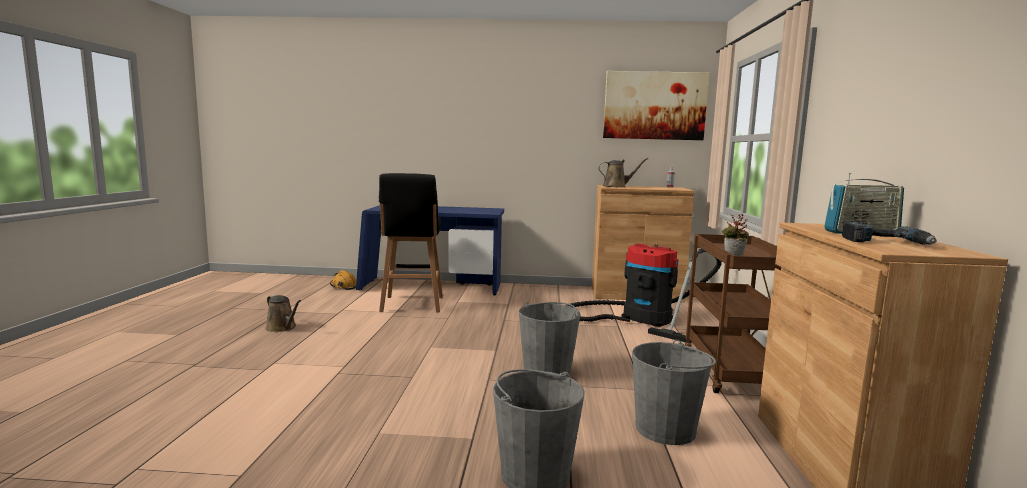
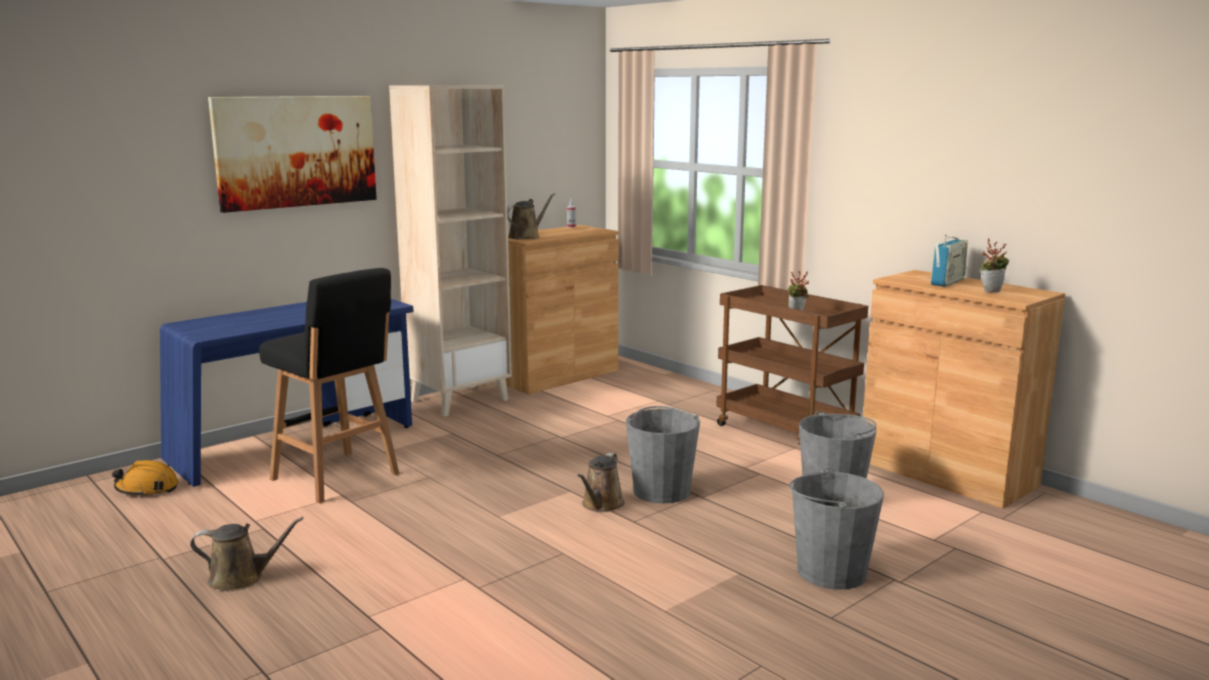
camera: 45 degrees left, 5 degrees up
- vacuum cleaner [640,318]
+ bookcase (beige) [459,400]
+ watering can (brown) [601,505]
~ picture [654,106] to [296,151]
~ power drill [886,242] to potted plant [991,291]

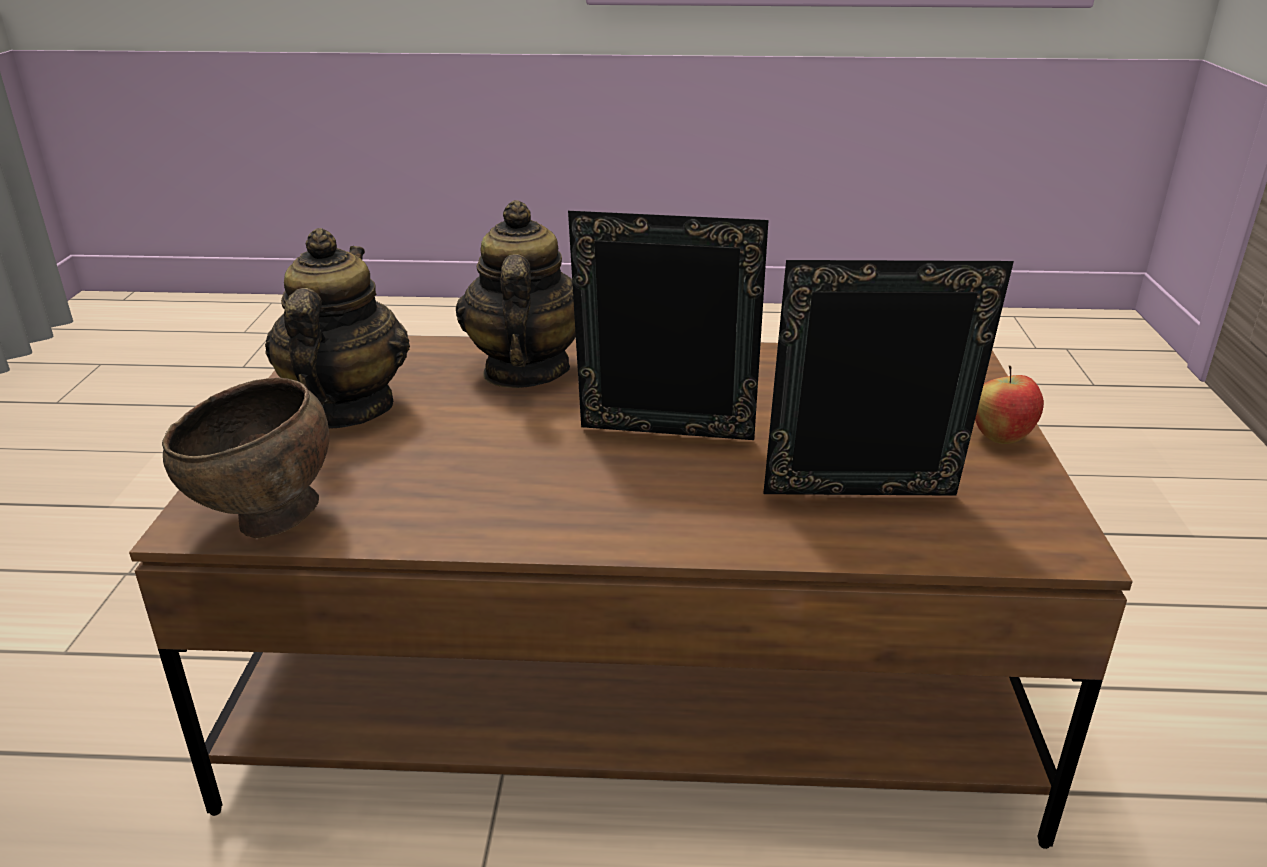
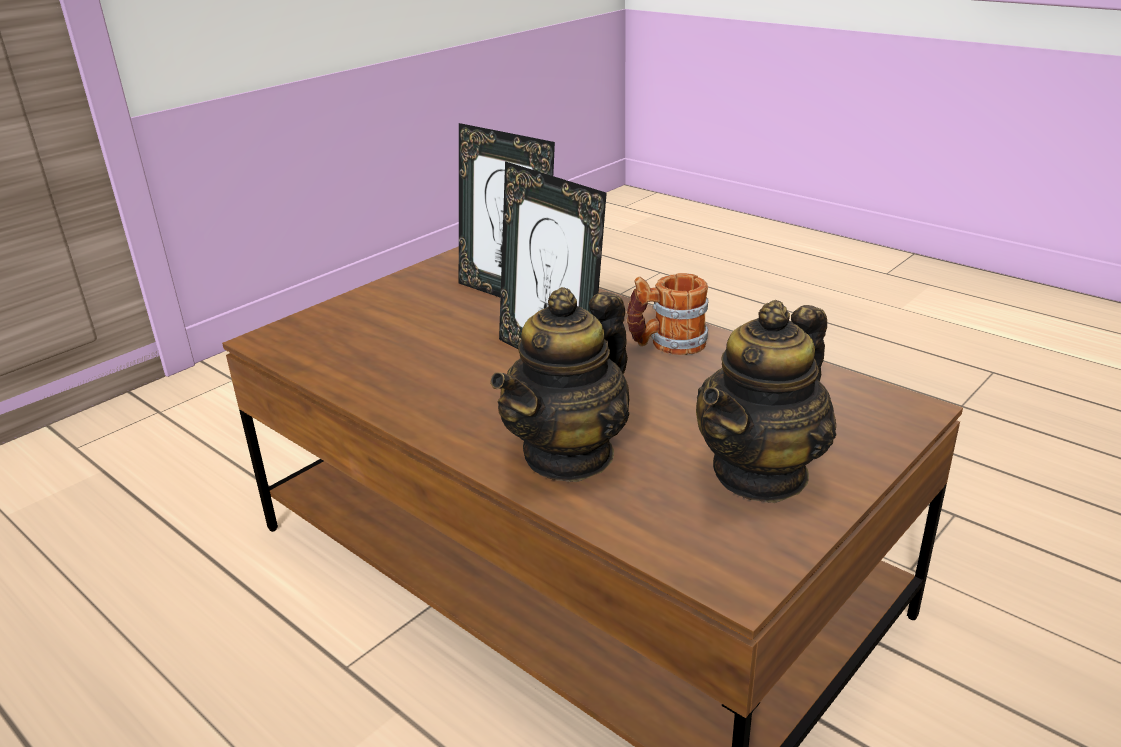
camera: 140 degrees left, 0 degrees up
- bowl (brown) [267,522]
- apple [1001,438]
+ mug [667,344]

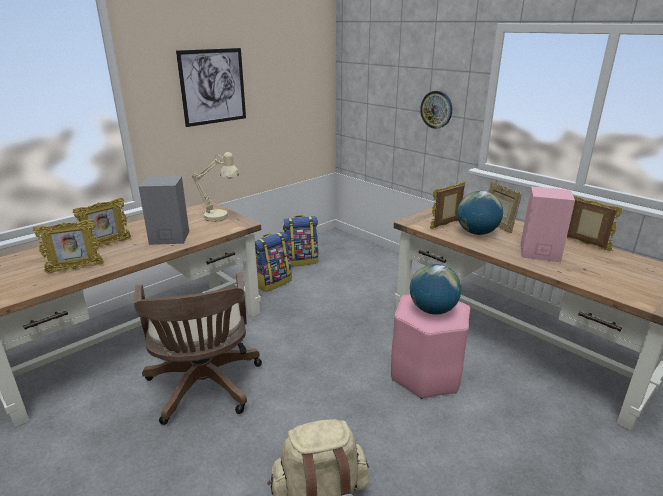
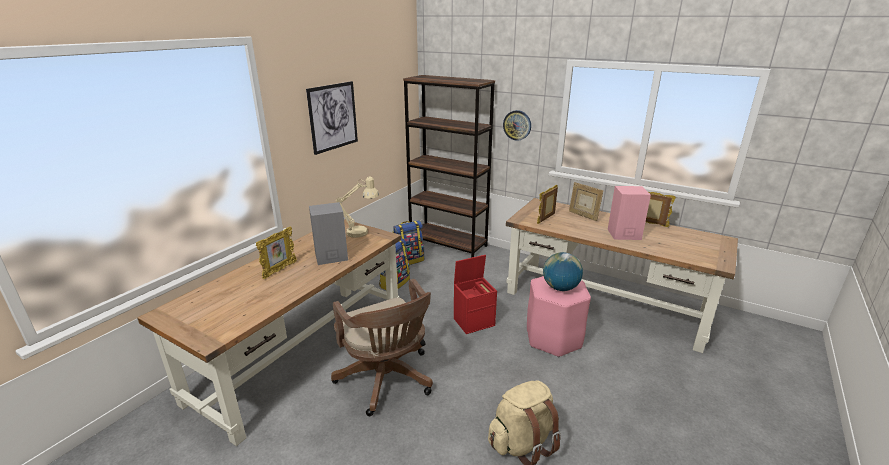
camera: 15 degrees left, 0 degrees up
- picture frame [75,268]
- globe [476,233]
+ bookcase (brown) [448,243]
+ storage box (red) [474,321]

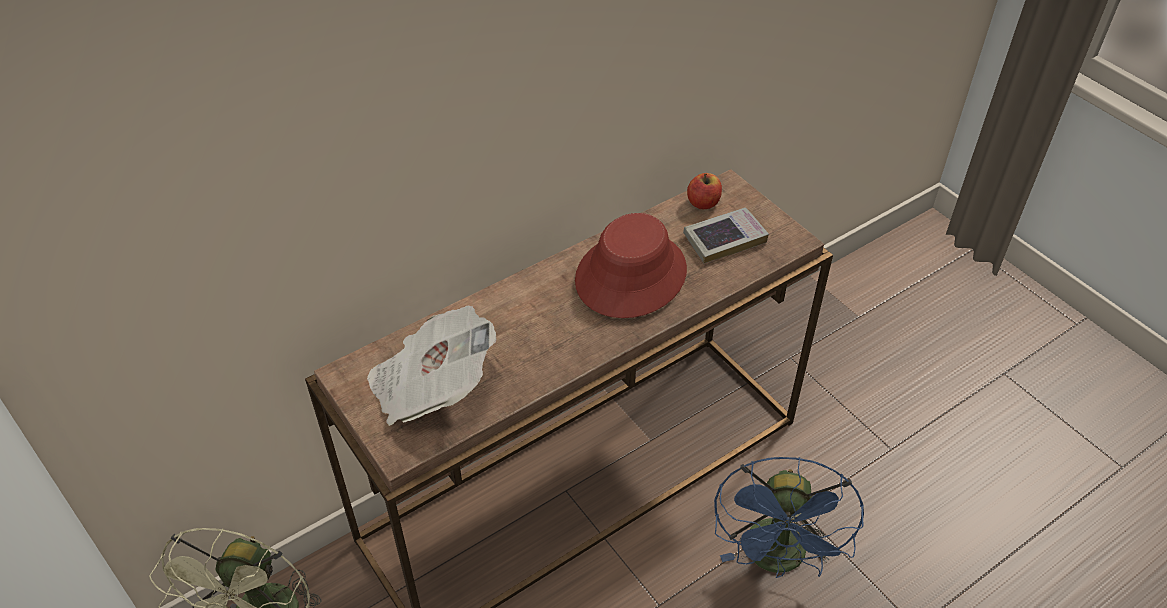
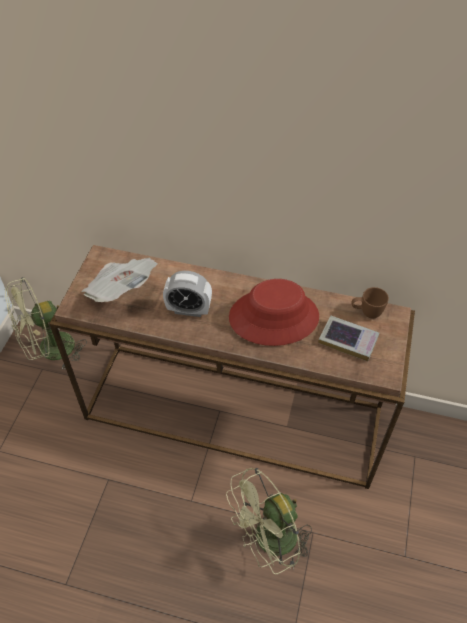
camera: 50 degrees right, 5 degrees up
+ alarm clock [189,310]
~ apple [703,203] to mug (brown) [366,313]
~ fan (blue) [777,560] to fan (green) [268,542]

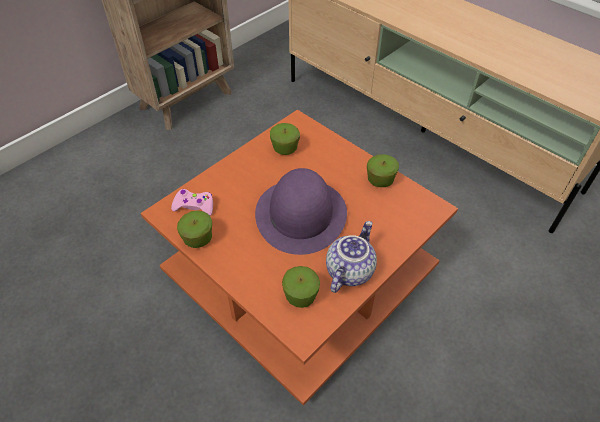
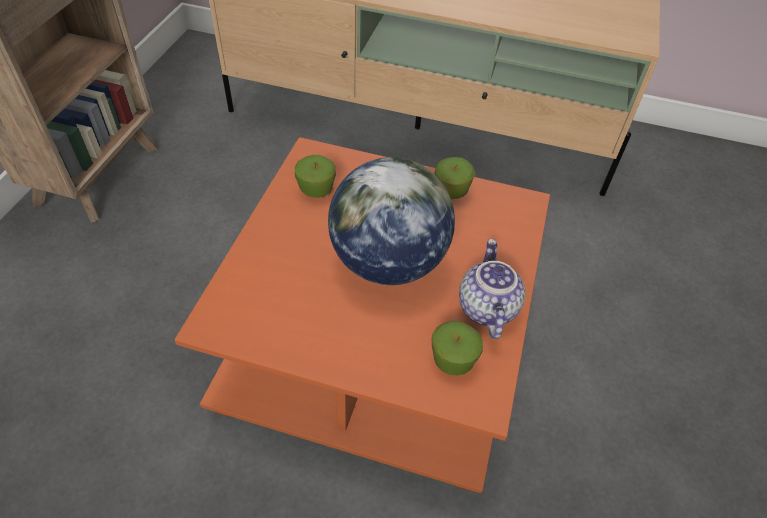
camera: 30 degrees left, 0 degrees up
- game controller (pink) [194,206]
- apple [198,239]
~ hat (purple) [300,214] to globe [387,262]

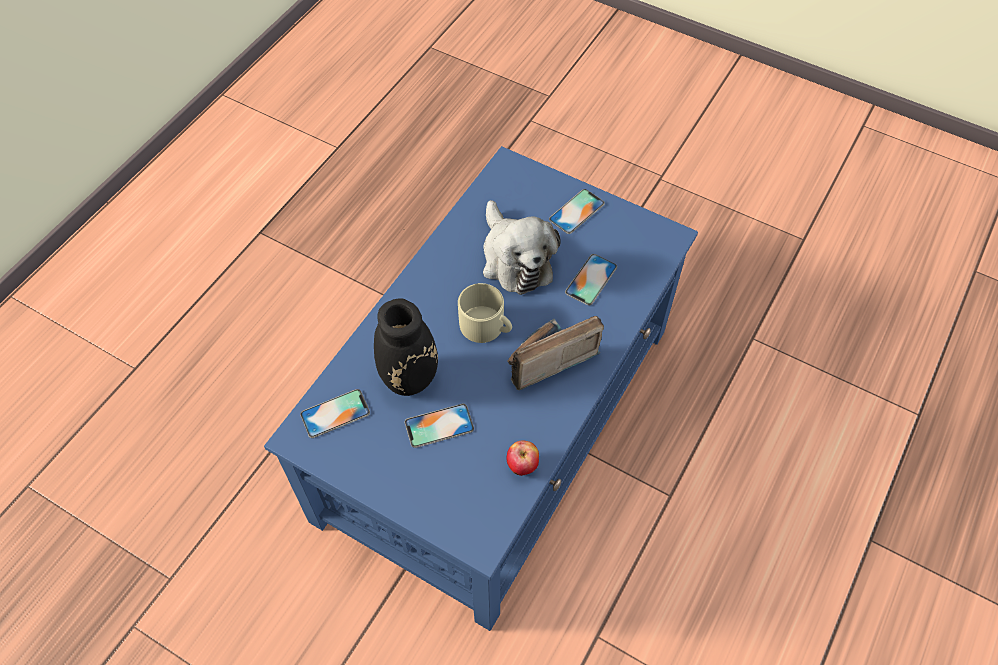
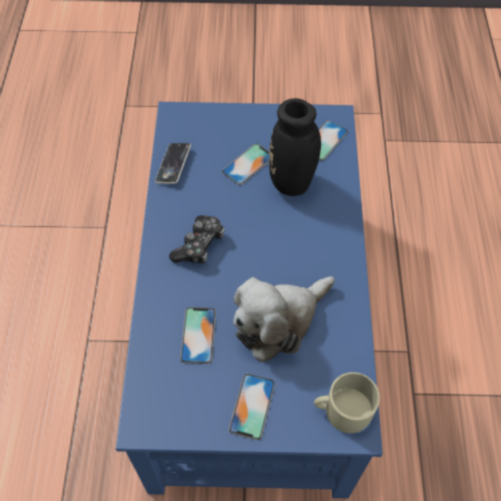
camera: 150 degrees right, 0 degrees up
~ mug (beige) [486,327] to [342,410]
~ radio [545,358] to game controller [199,245]
~ apple [522,466] to phone [173,165]
~ plush toy [515,259] = [279,321] 75 degrees counterclockwise

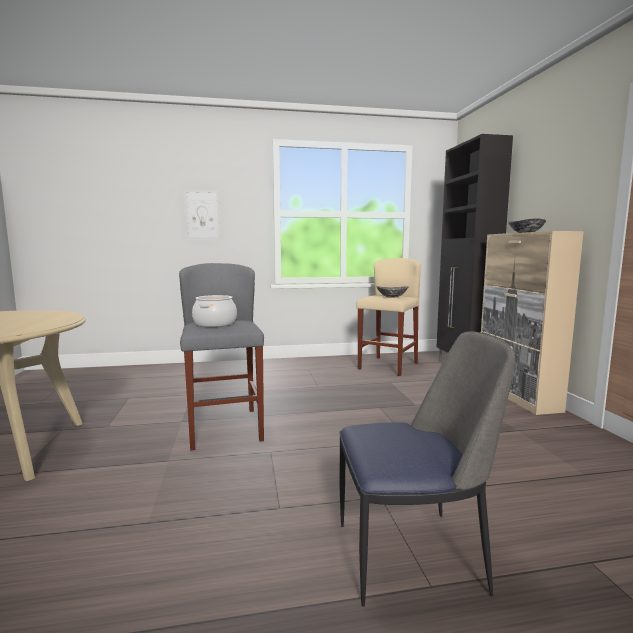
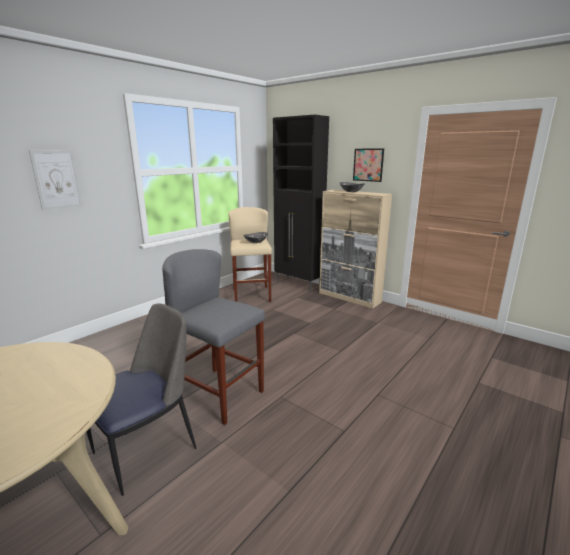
camera: 40 degrees left, 10 degrees up
- cooking pot [215,323]
+ picture [368,165]
~ chair [413,555] to [148,448]

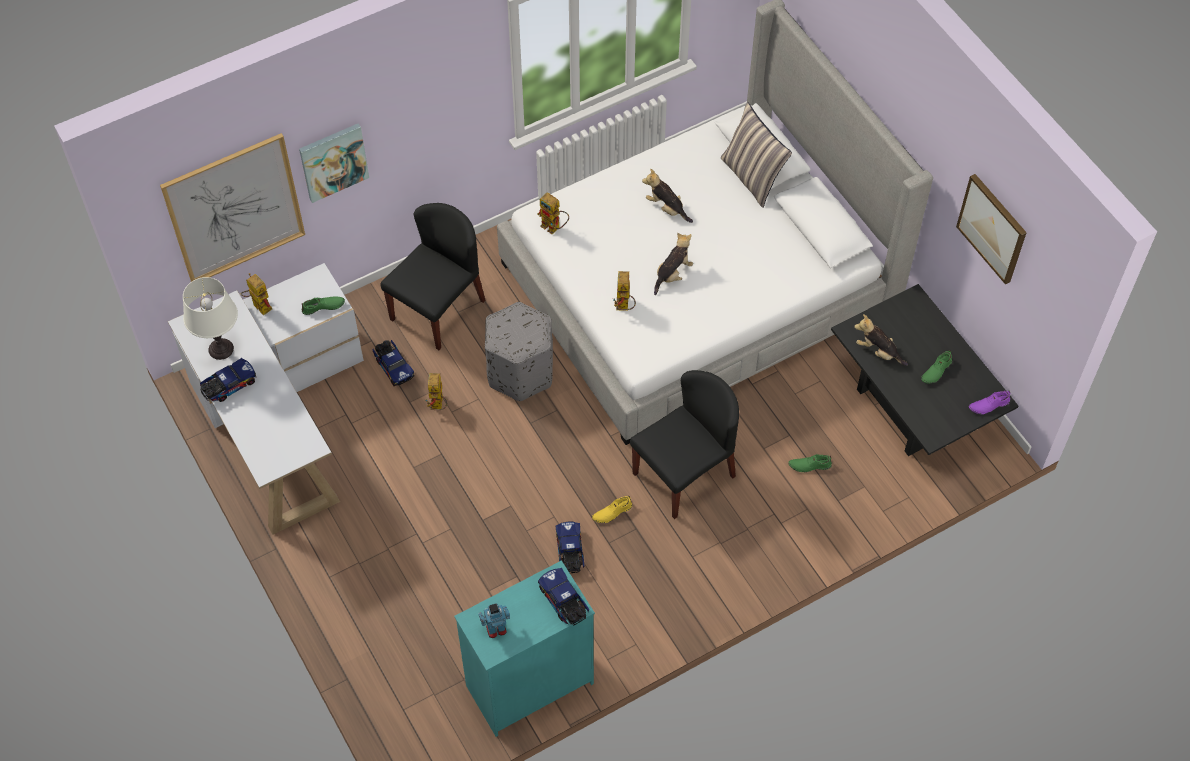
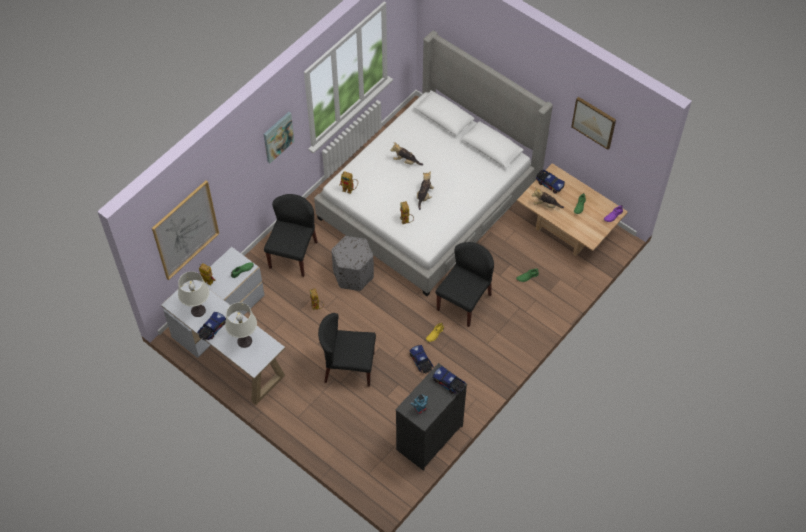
camera: 20 degrees left, 0 degrees up
- pillow [752,177]
+ table lamp (white) [244,341]
+ chair (black) [349,367]
~ picture [333,161] to [278,136]
~ toy truck [393,367] to [549,184]
~ dresser (turquoise) [529,684] to dresser (black) [429,437]
~ coffee table (black) [912,406] to coffee table (beige) [567,229]

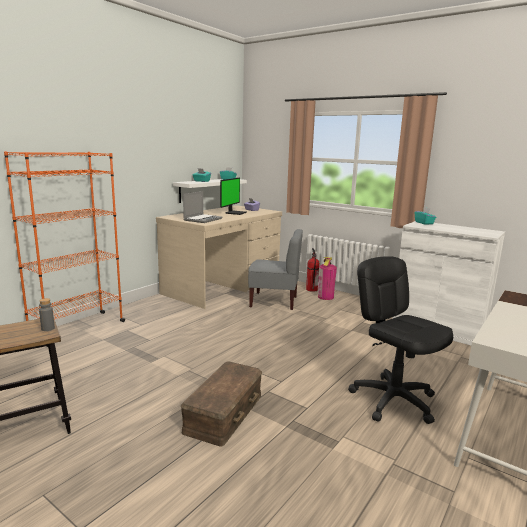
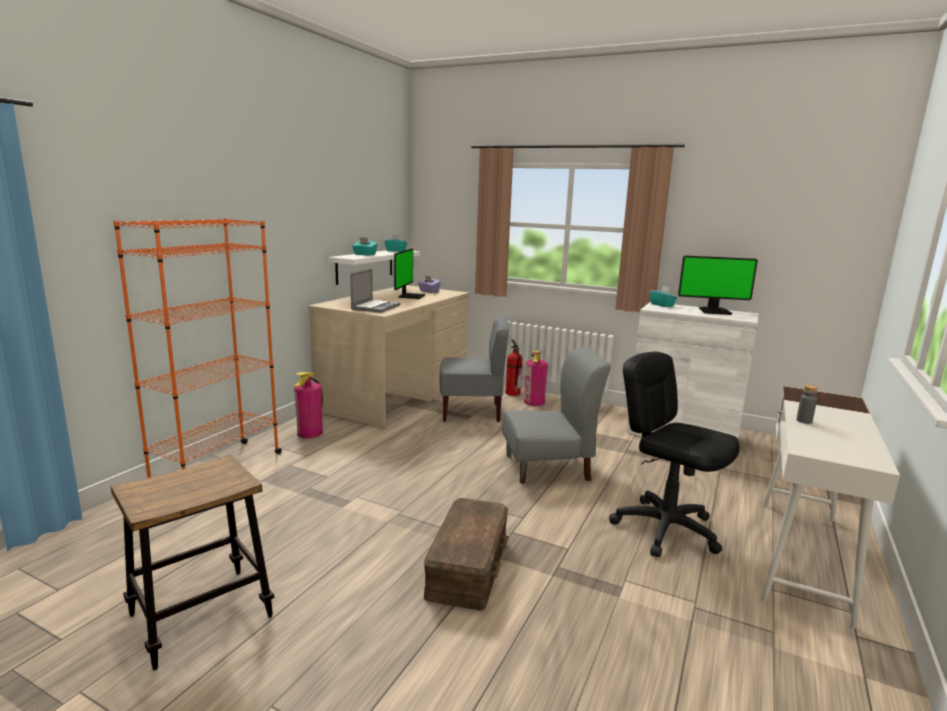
camera: 10 degrees left, 0 degrees up
+ fire extinguisher [310,433]
+ chair (grey) [548,467]
+ monitor [715,311]
~ bottle (grey) [48,328] to [804,421]

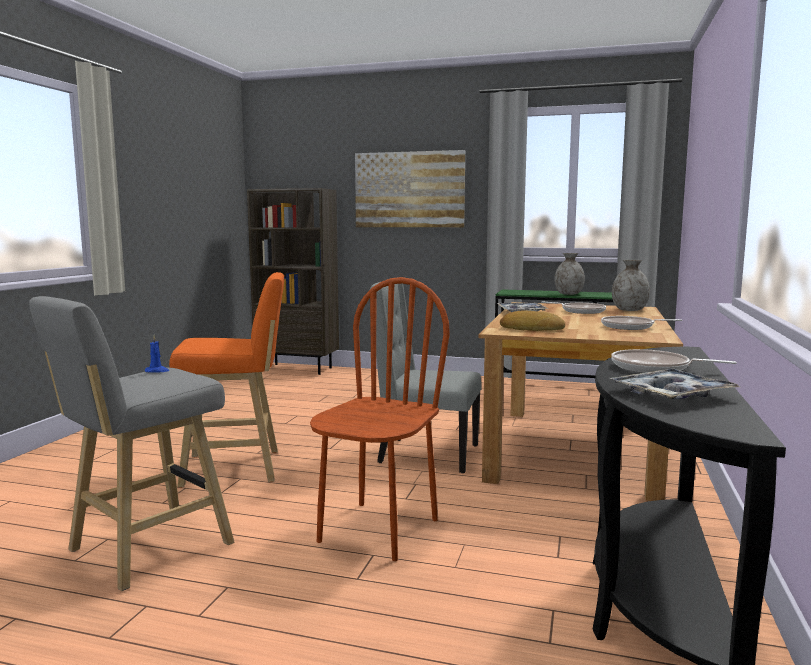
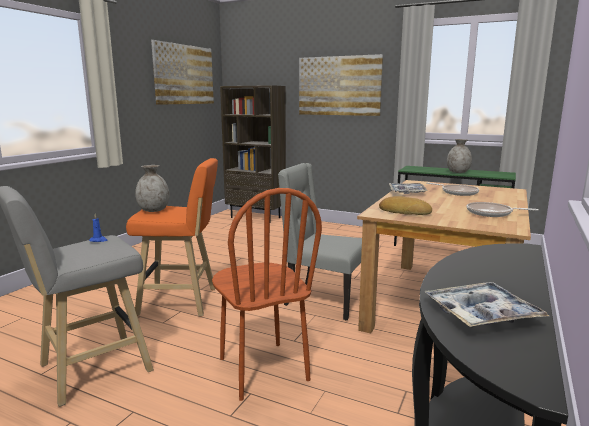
camera: 10 degrees right, 5 degrees up
- frying pan [655,368]
+ picture [184,74]
~ vase (grey) [629,310] to [154,210]
~ chair (brown) [378,530] = [262,369] 120 degrees clockwise

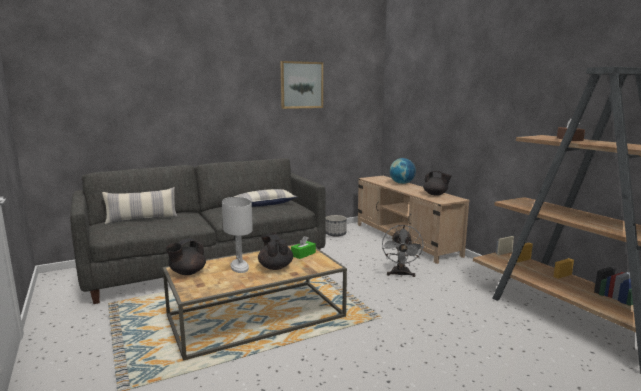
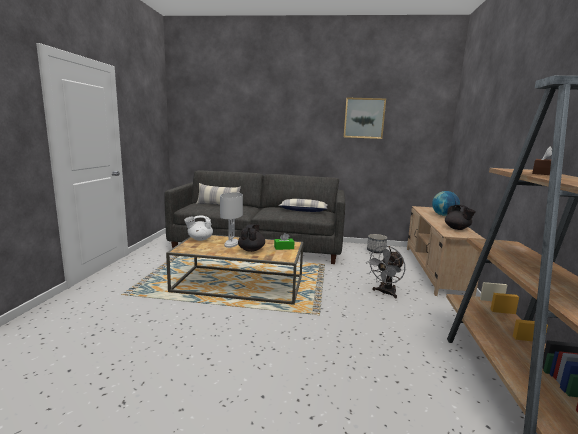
camera: 35 degrees right, 0 degrees up
~ teapot (black) [187,272] to teapot (white) [199,239]

